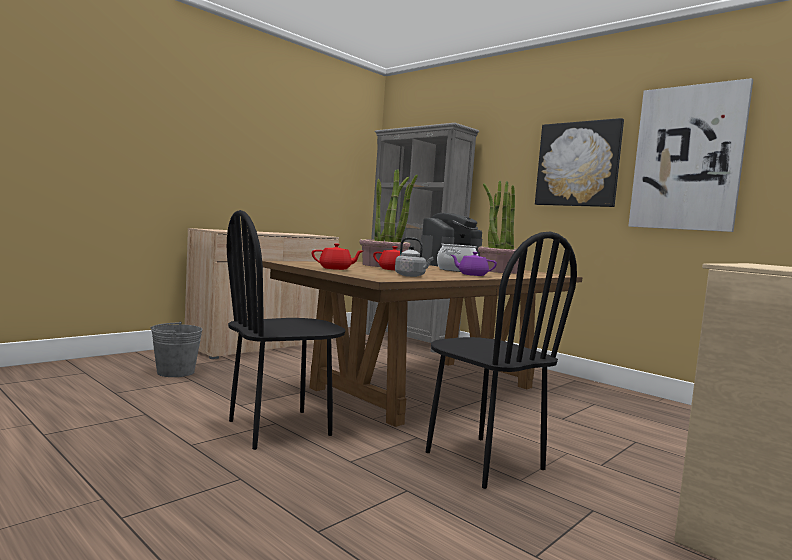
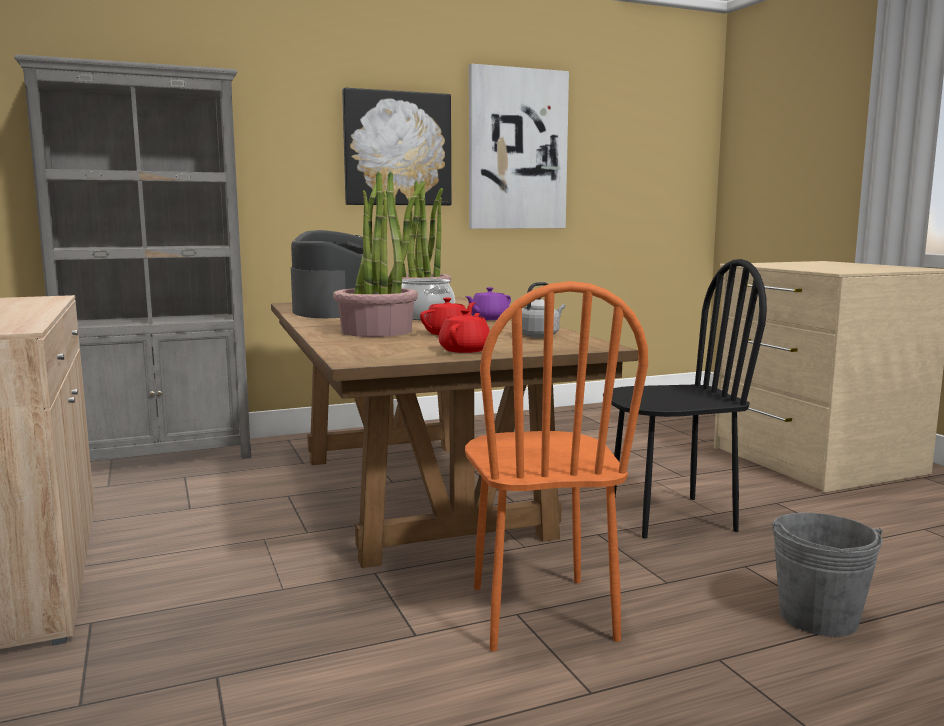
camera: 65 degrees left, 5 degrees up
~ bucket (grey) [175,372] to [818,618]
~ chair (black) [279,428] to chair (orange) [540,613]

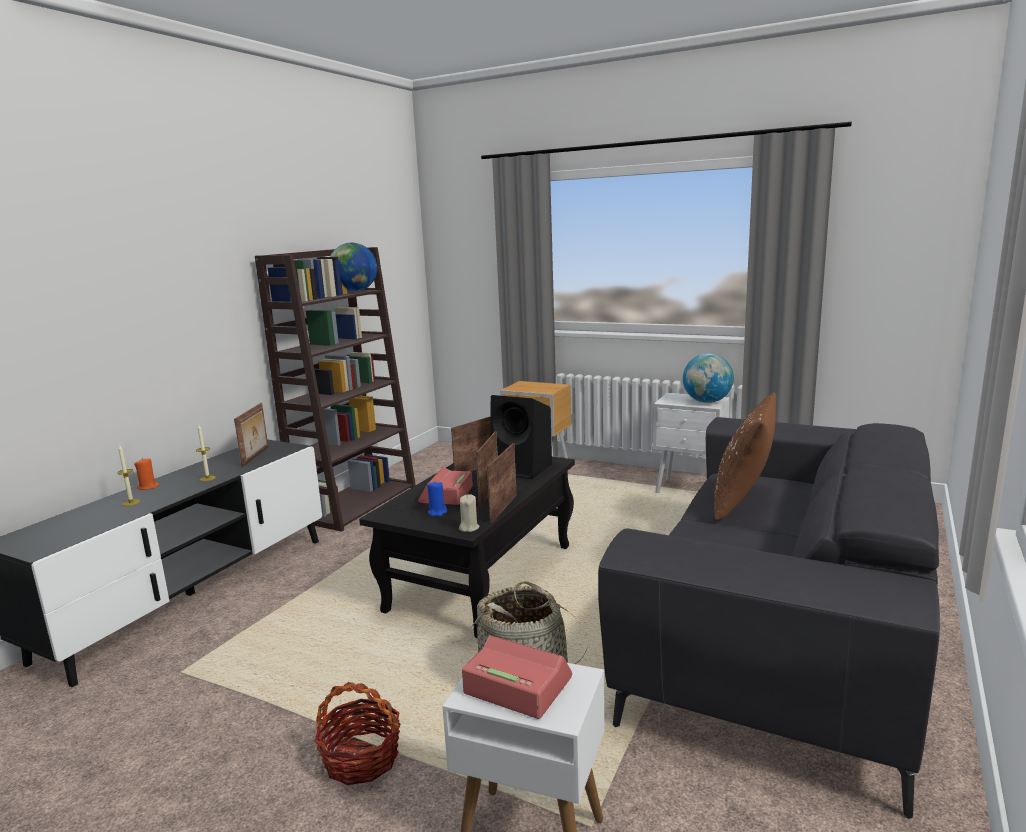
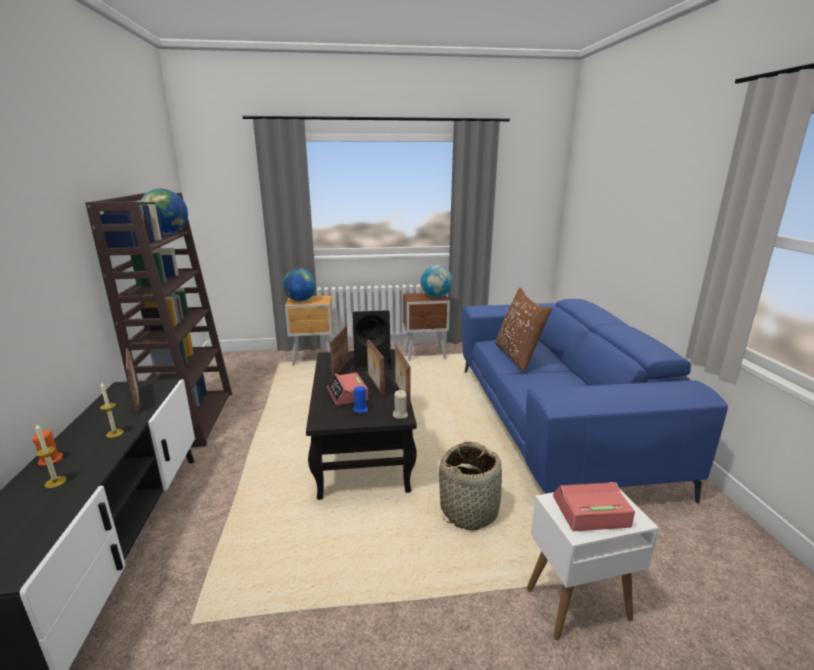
camera: 35 degrees left, 5 degrees up
- basket [361,759]
+ globe [300,300]
~ sofa (grey) [782,623] to sofa (blue) [552,422]
~ nightstand (white) [690,491] to nightstand (brown) [426,355]

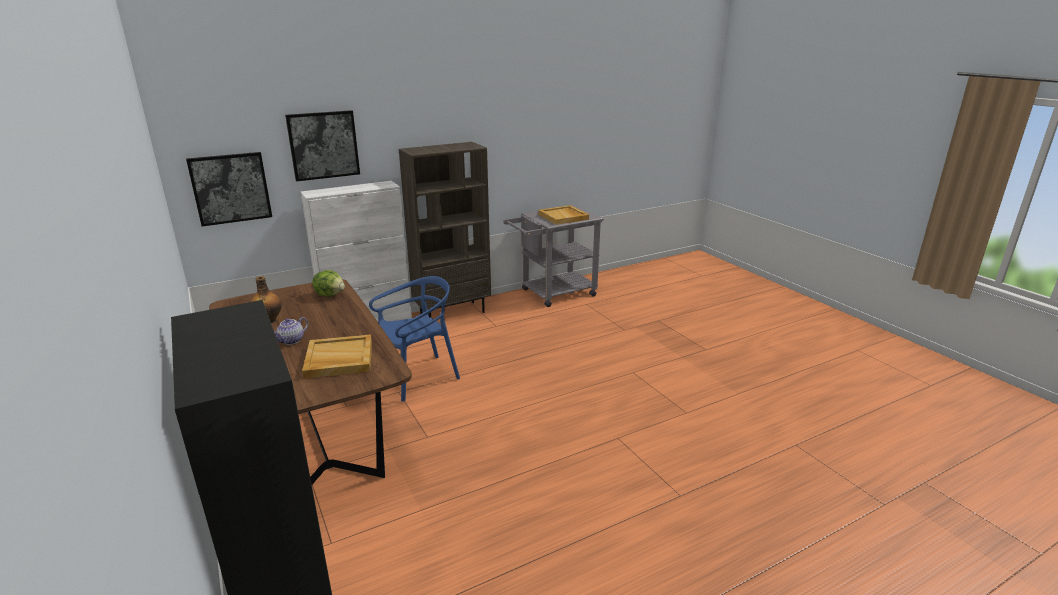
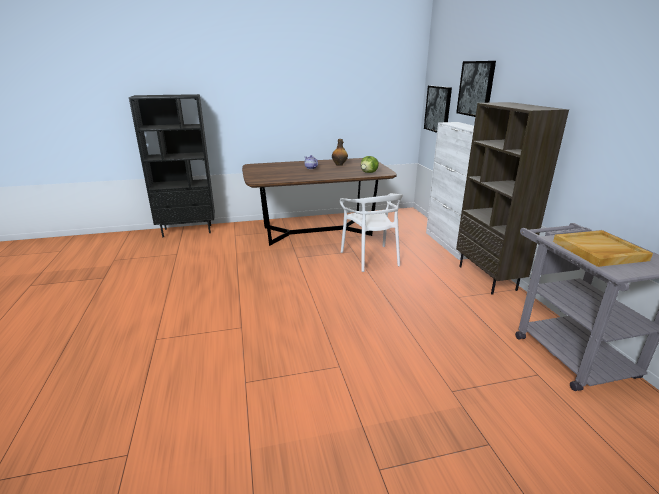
camera: 105 degrees right, 0 degrees up
- tray (beige) [338,359]
~ chair (blue) [418,377] to chair (white) [371,258]

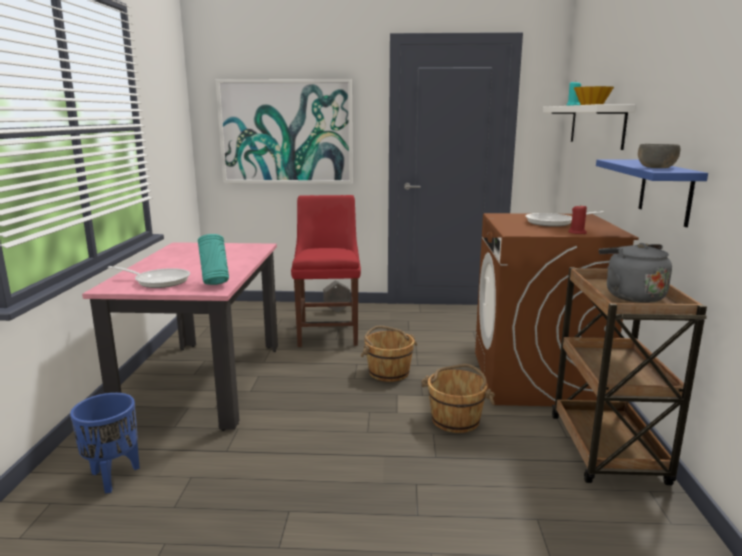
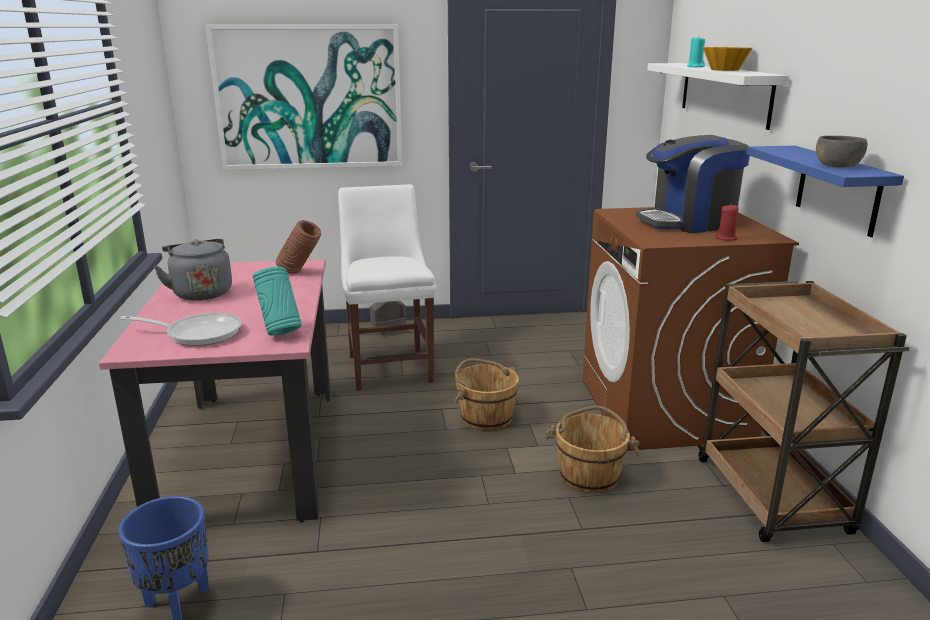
camera: 10 degrees left, 5 degrees up
+ vase (brown) [300,273]
~ kettle (grey) [631,295] to [201,293]
~ frying pan [554,223] to coffee machine [689,222]
~ chair (red) [329,332] to chair (white) [390,366]

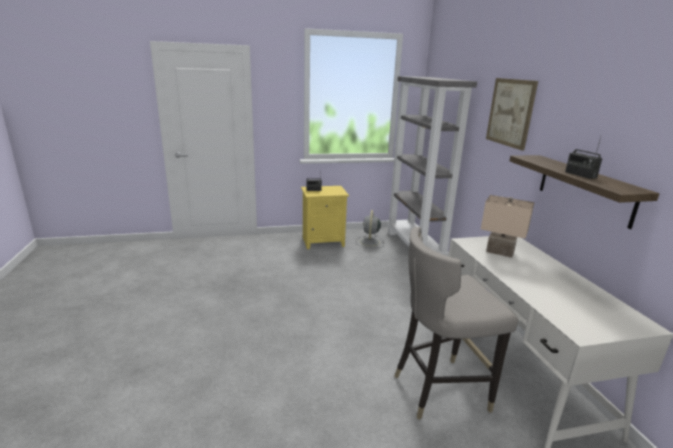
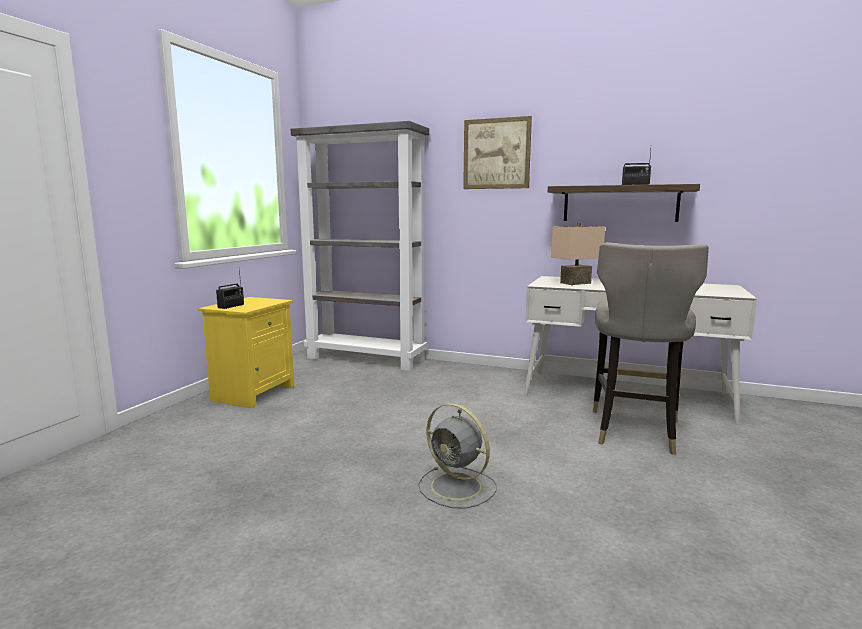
camera: 55 degrees left, 10 degrees down
~ fan (grey) [369,242] to [458,487]

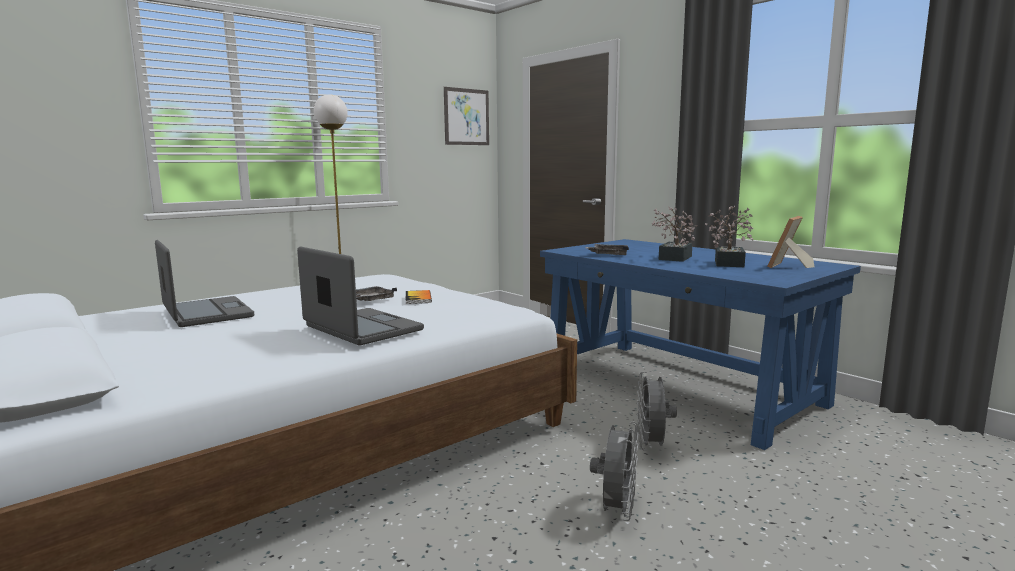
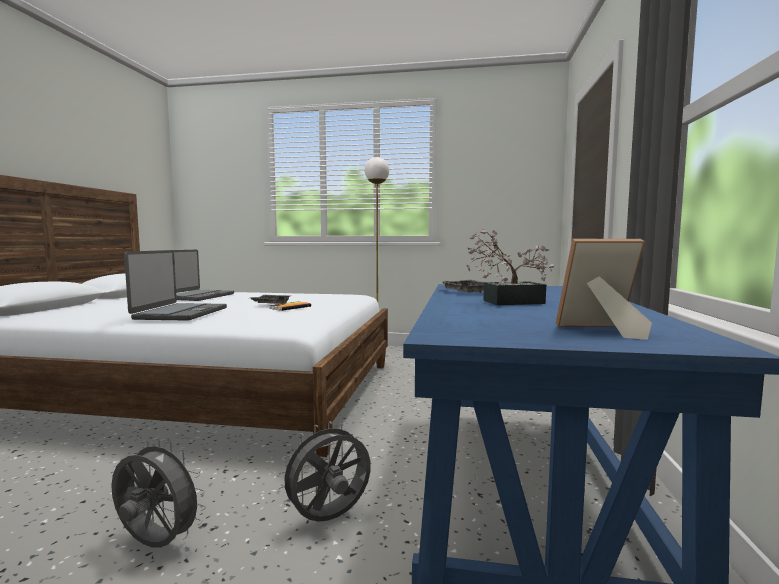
camera: 50 degrees right, 5 degrees down
- picture [466,117]
- potted plant [729,262]
~ fan (grey) [616,511] = [155,545] 135 degrees counterclockwise

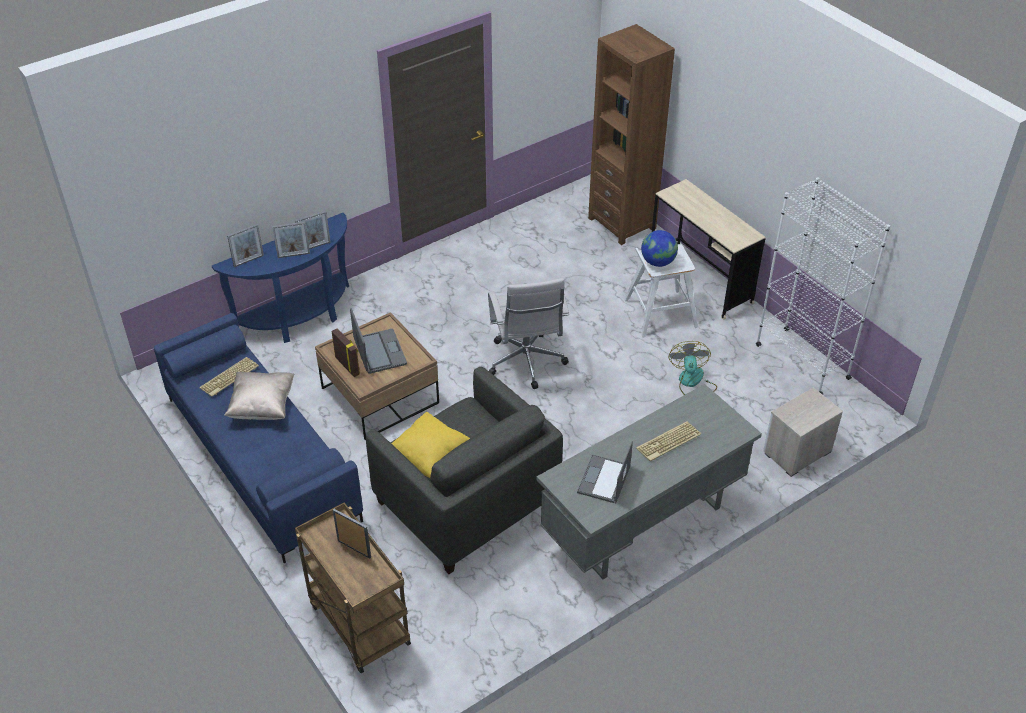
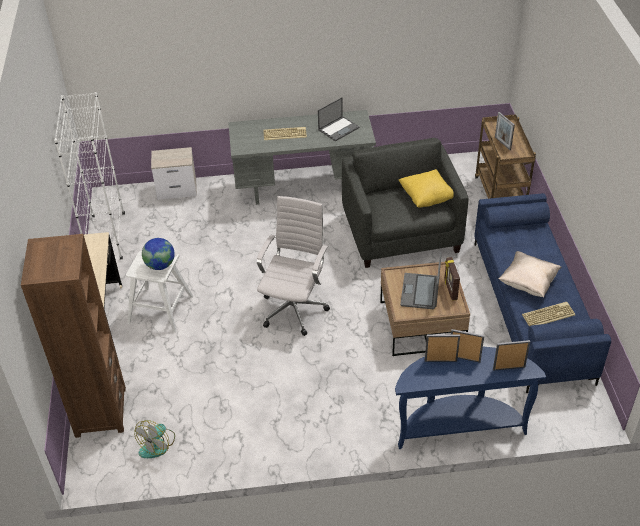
camera: 150 degrees left, 0 degrees up
~ fan [692,382] to [157,444]

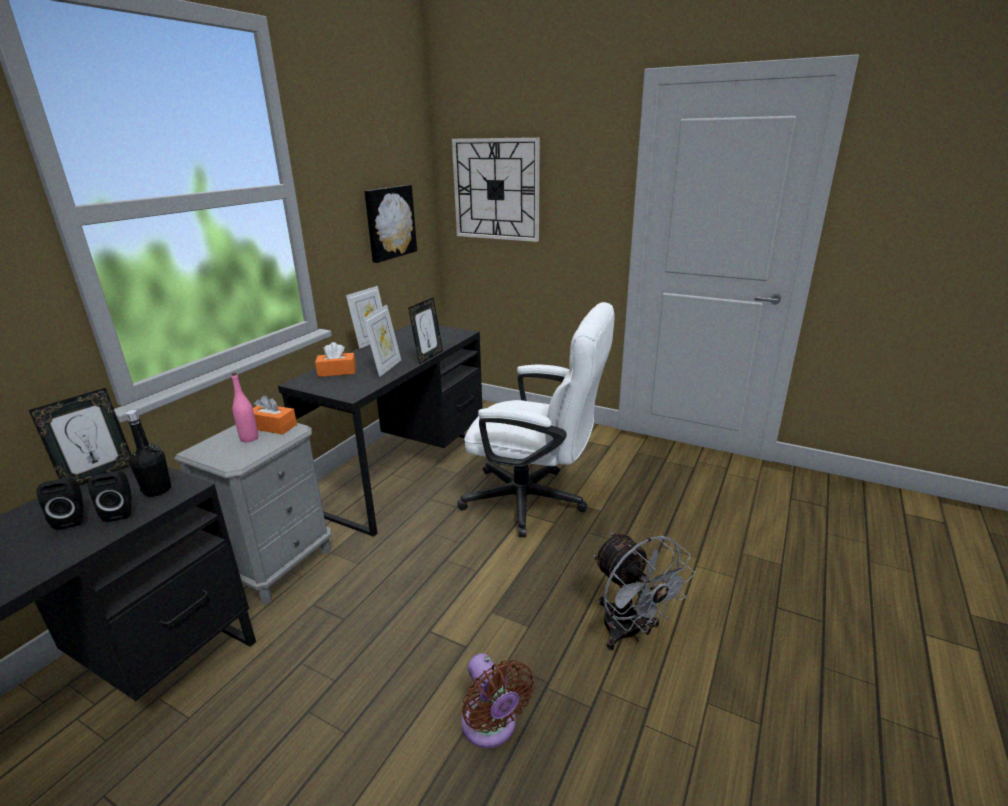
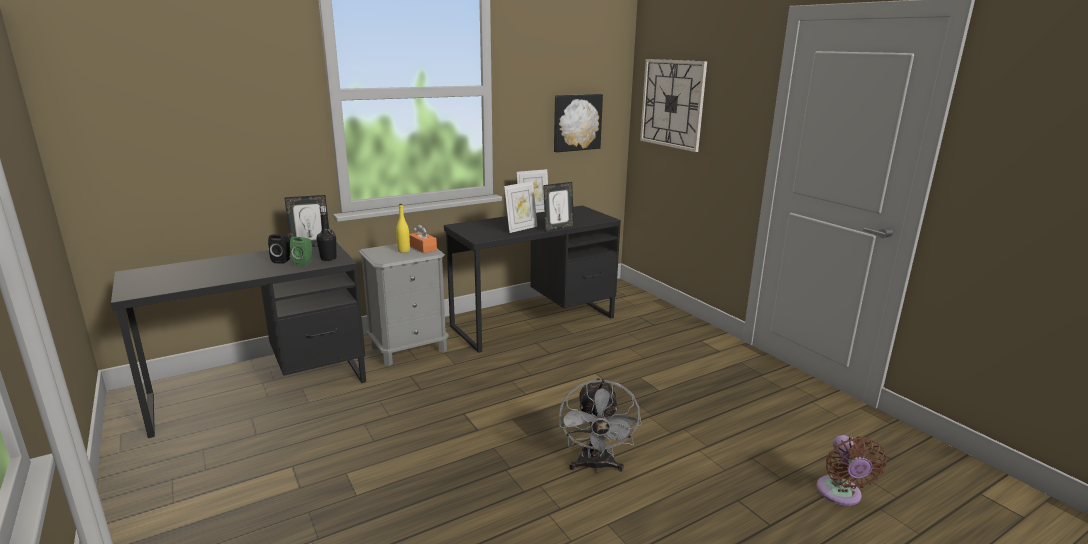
camera: 30 degrees right, 5 degrees down
- tissue box (orange) [337,372]
- office chair (white) [535,502]
~ fan (brown) [491,727] to [840,494]
~ speaker (black) [121,511] to speaker (green) [304,263]
~ bottle (pink) [249,438] to bottle (yellow) [403,250]

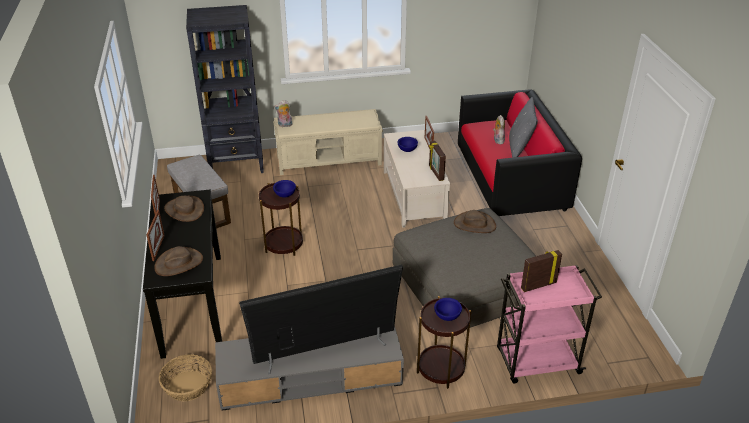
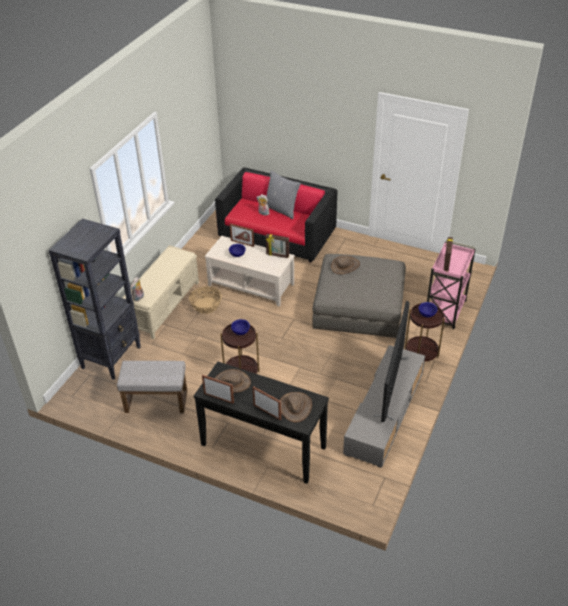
camera: 55 degrees left, 5 degrees up
~ basket [188,385] to [206,305]

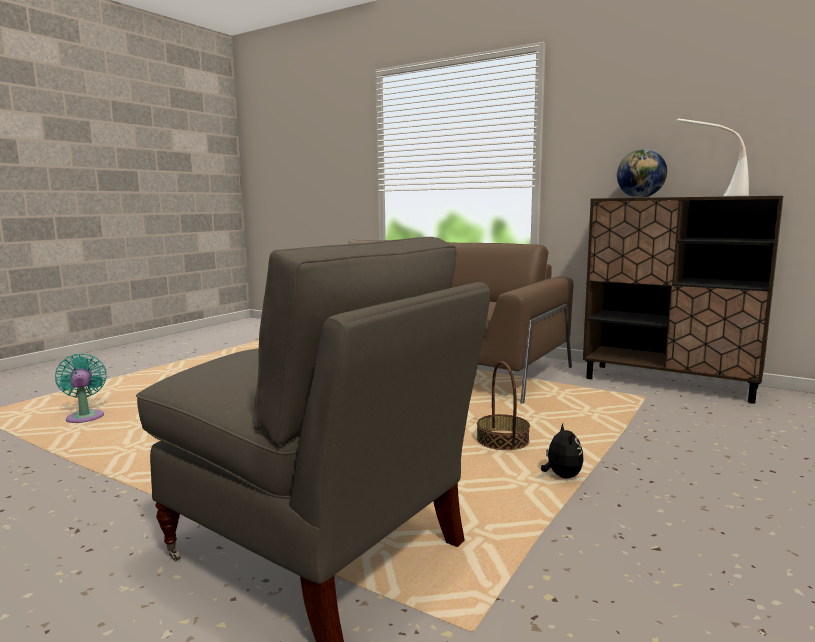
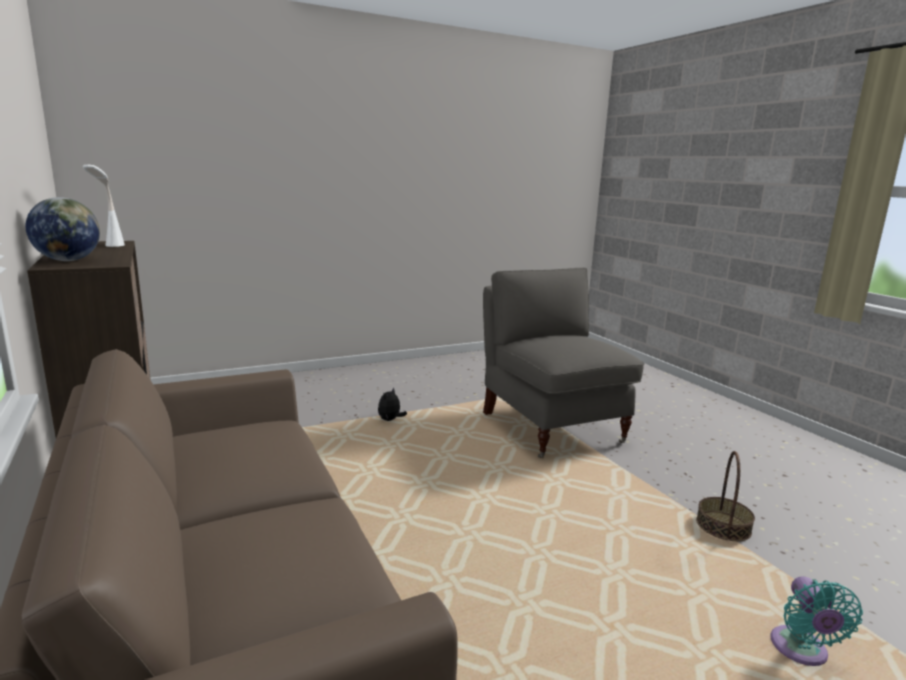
camera: 150 degrees left, 5 degrees up
~ basket [503,440] to [723,526]

